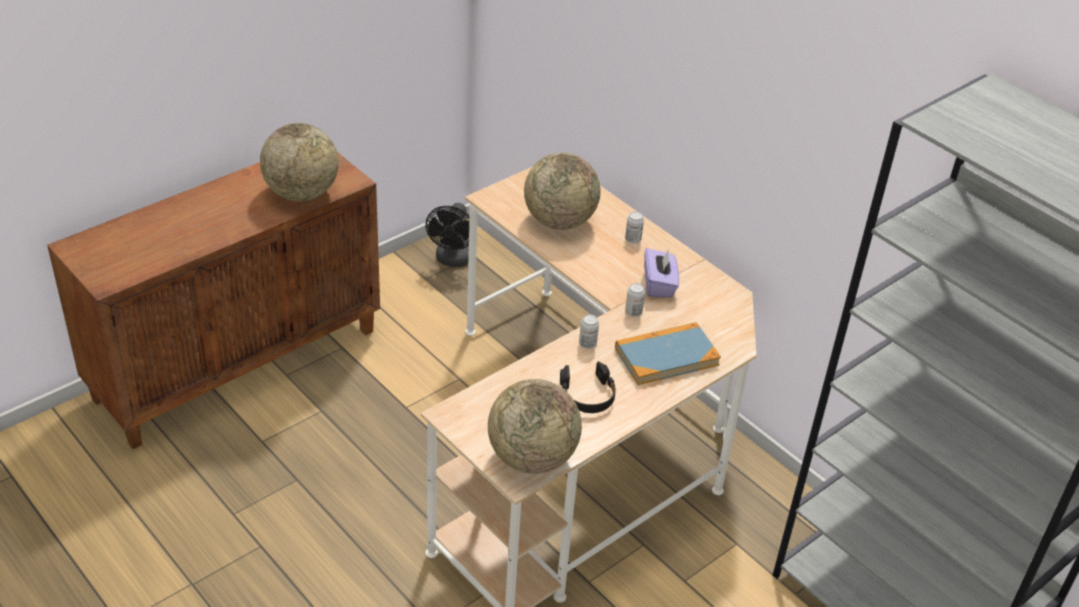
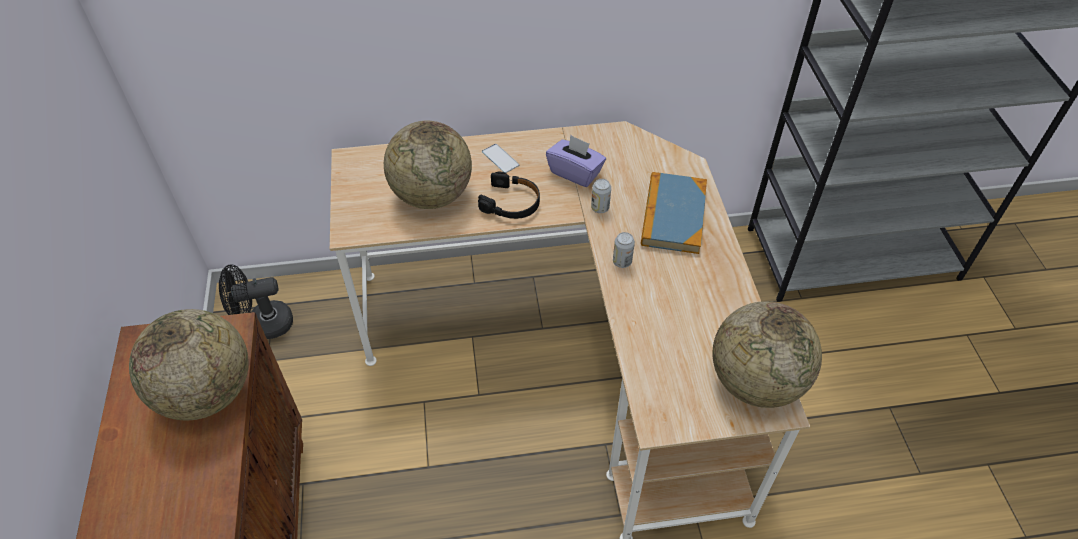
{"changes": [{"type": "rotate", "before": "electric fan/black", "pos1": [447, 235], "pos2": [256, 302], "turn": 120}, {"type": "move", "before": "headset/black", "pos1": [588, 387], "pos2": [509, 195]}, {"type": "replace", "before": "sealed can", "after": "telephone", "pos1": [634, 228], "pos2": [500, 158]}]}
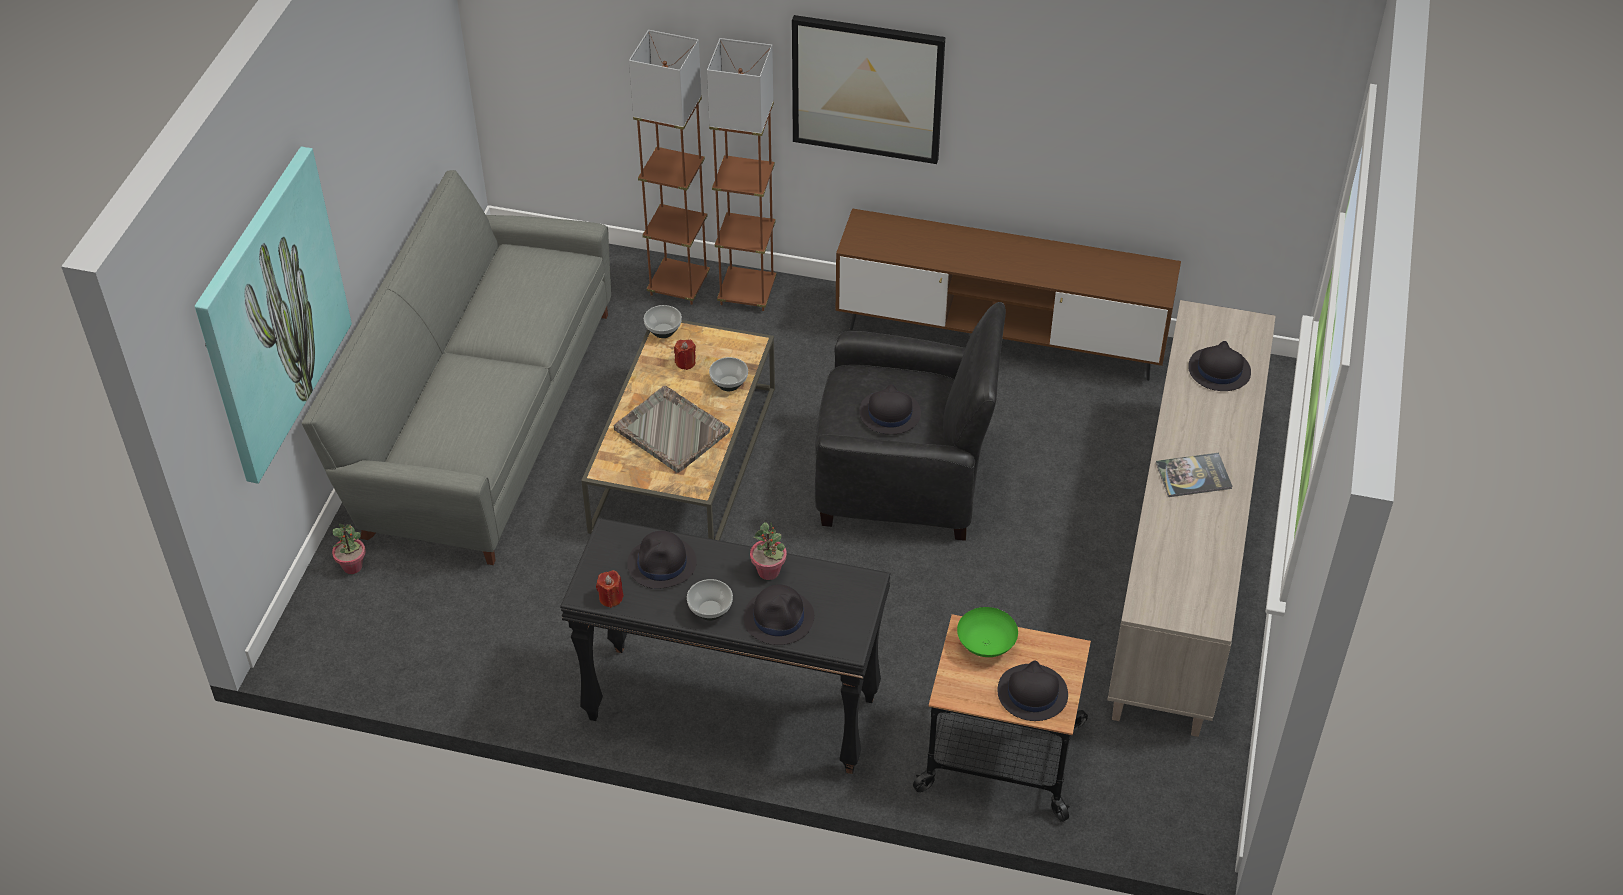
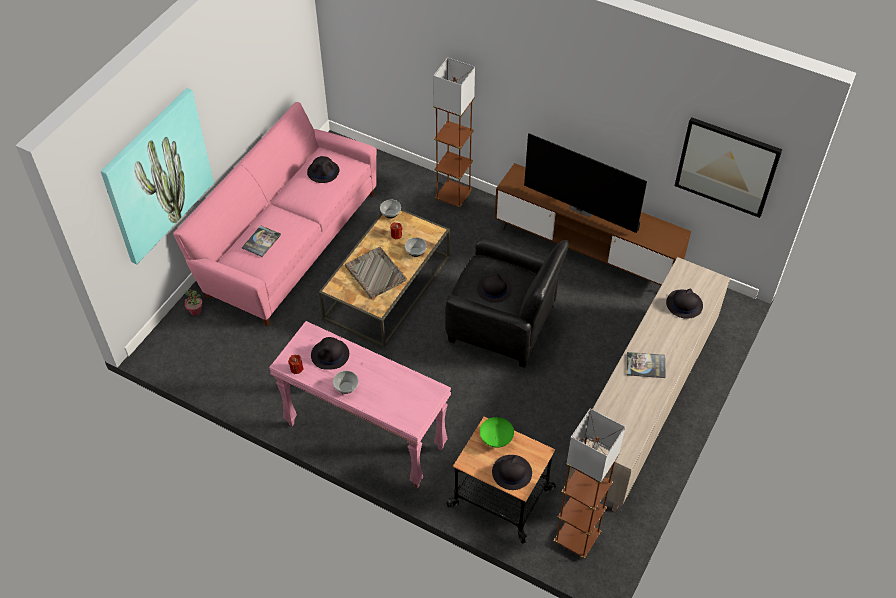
{"changes": [{"type": "recolor", "before": "sofa/grey", "after": "sofa/pinkish", "pos1": [456, 367], "pos2": [275, 214]}, {"type": "recolor", "before": "narrow table/black", "after": "narrow table/pinkish", "pos1": [725, 646], "pos2": [360, 404]}, {"type": "move", "before": "standing lamp/brown-coloured", "pos1": [669, 167], "pos2": [589, 483]}, {"type": "move", "before": "wearable hat/black", "pos1": [778, 615], "pos2": [323, 169]}, {"type": "delete", "before": "plant in a pot", "pos1": [768, 551]}, {"type": "move", "before": "picture", "pos1": [868, 89], "pos2": [728, 167]}, {"type": "insert", "after": "bound book", "pos2": [261, 241]}, {"type": "insert", "after": "TV", "pos2": [585, 183]}]}
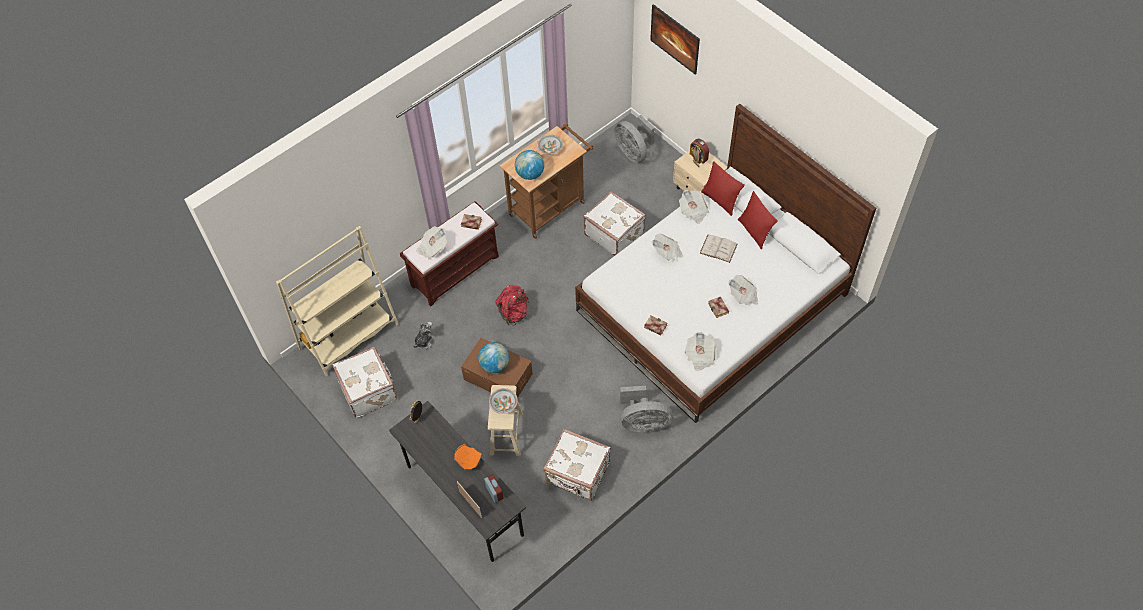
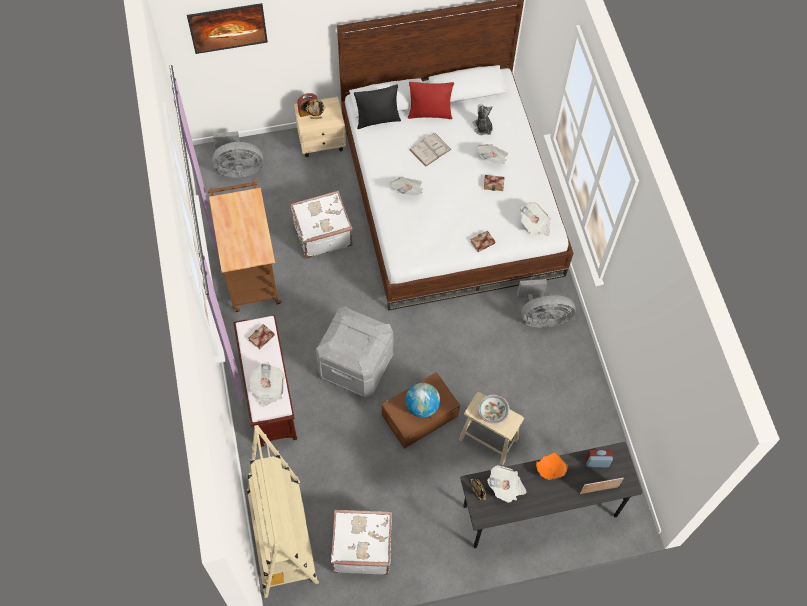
{"changes": [{"type": "move", "before": "soft toy", "pos1": [424, 335], "pos2": [482, 119]}, {"type": "replace", "before": "backpack/red-coloured", "after": "storage container/grey", "pos1": [512, 305], "pos2": [355, 352]}, {"type": "delete", "before": "globe", "pos1": [529, 165]}, {"type": "delete", "before": "serving bowl", "pos1": [550, 145]}, {"type": "delete", "before": "piece of luggage/white", "pos1": [577, 465]}, {"type": "rotate", "before": "electric fan/grey", "pos1": [646, 409], "pos2": [546, 303], "turn": 60}, {"type": "move", "before": "daily paper", "pos1": [694, 207], "pos2": [507, 484]}, {"type": "recolor", "before": "cushion/red-coloured", "after": "cushion/black", "pos1": [723, 188], "pos2": [377, 106]}]}
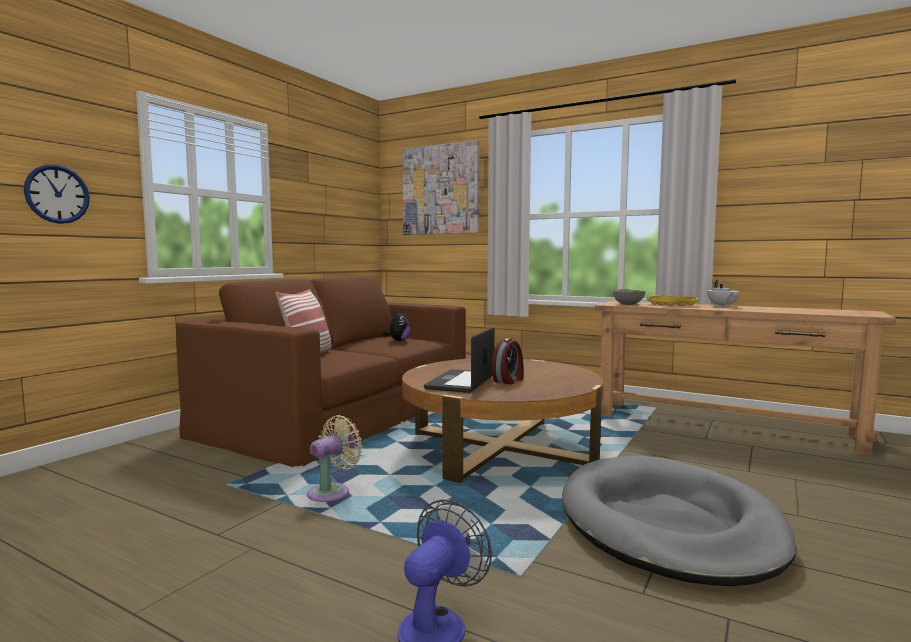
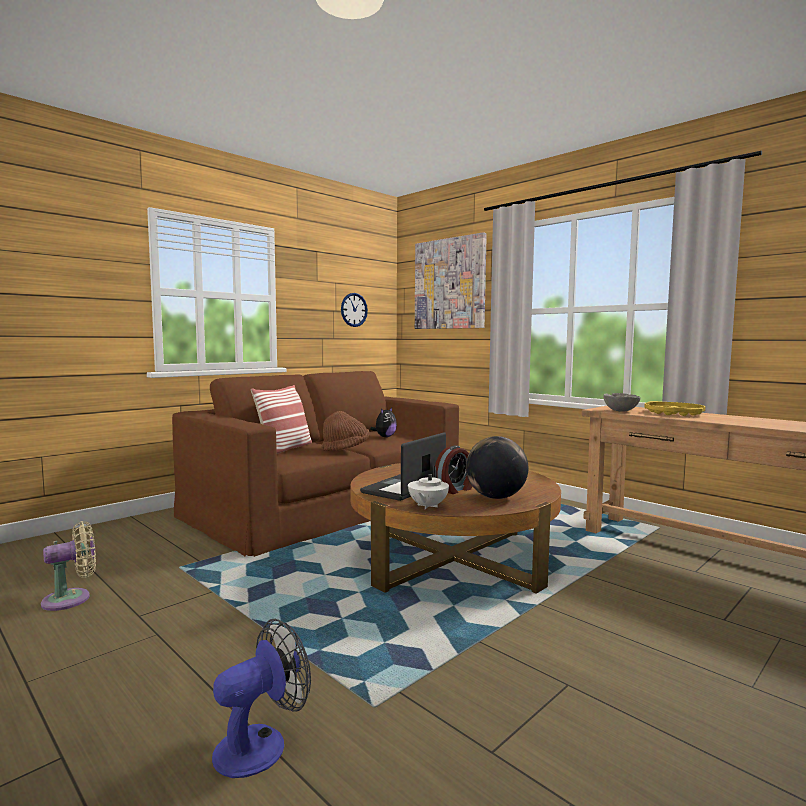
{"changes": [{"type": "move", "before": "hanging clock", "pos1": [57, 194], "pos2": [354, 310]}, {"type": "move", "before": "electric fan/beige-coloured", "pos1": [335, 458], "pos2": [68, 566]}, {"type": "delete", "before": "dog cushion/grey", "pos1": [679, 520]}, {"type": "move", "before": "teapot/white", "pos1": [723, 293], "pos2": [428, 488]}, {"type": "insert", "after": "wearable hat/brown-coloured", "pos2": [345, 431]}, {"type": "insert", "after": "globe", "pos2": [497, 467]}]}
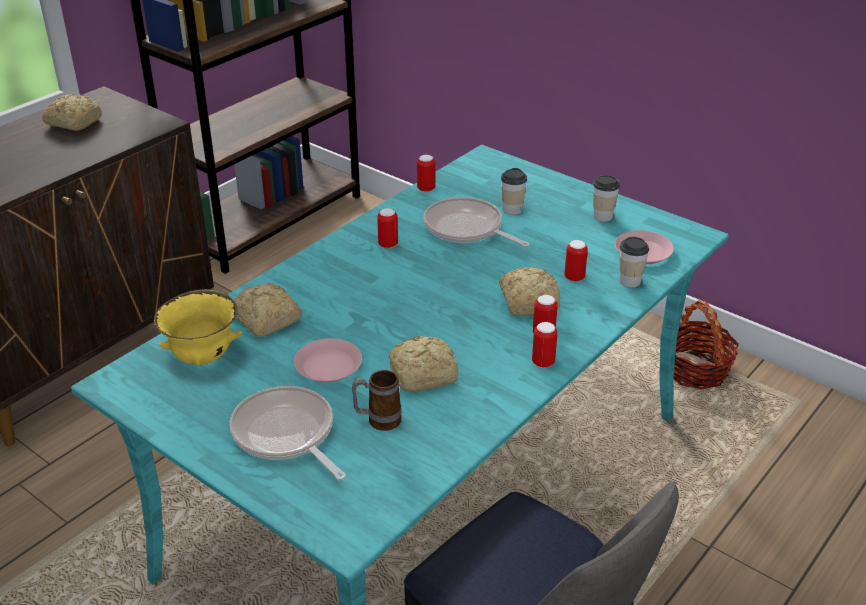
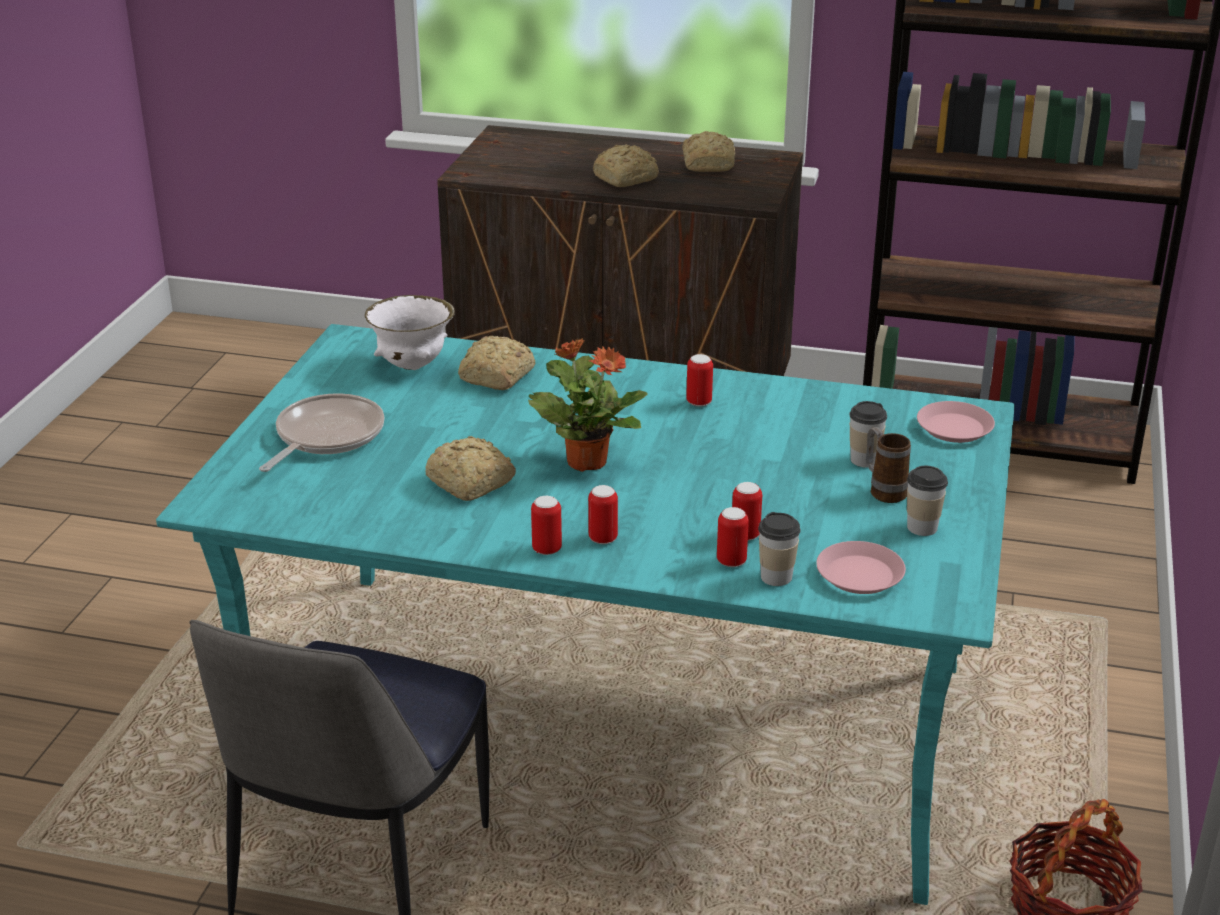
{"changes": [{"type": "recolor", "before": "serving bowl/yellowish", "after": "serving bowl/white", "pos1": [198, 327], "pos2": [410, 332]}, {"type": "move", "before": "dinner plate/pinkish", "pos1": [328, 360], "pos2": [956, 422]}, {"type": "move", "before": "mug", "pos1": [377, 400], "pos2": [888, 465]}, {"type": "move", "before": "sealed can", "pos1": [426, 173], "pos2": [733, 537]}, {"type": "delete", "before": "frying pan", "pos1": [477, 222]}, {"type": "move", "before": "bakery bread", "pos1": [529, 291], "pos2": [626, 166]}, {"type": "insert", "after": "plant in a pot", "pos2": [588, 405]}]}
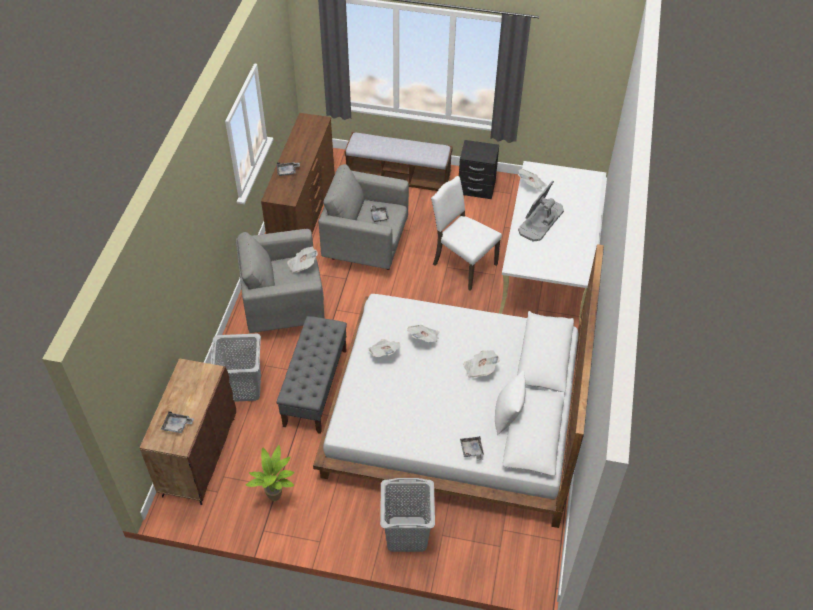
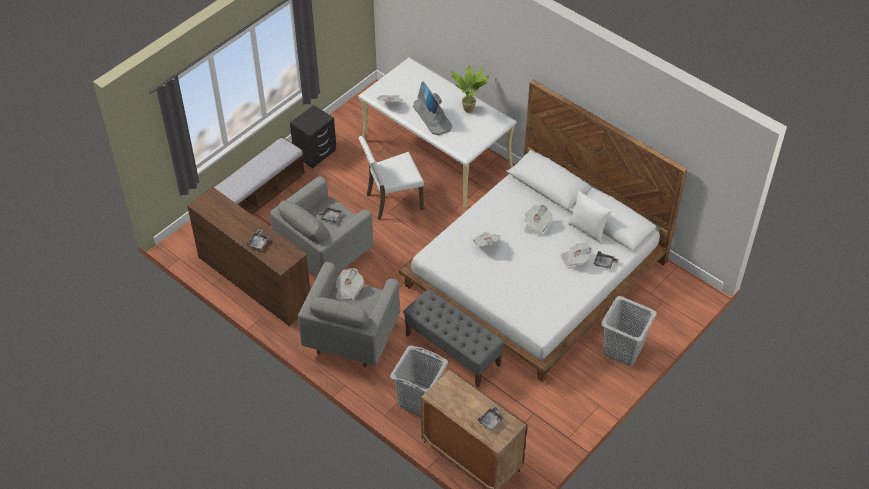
{"changes": [{"type": "move", "before": "plant in a pot", "pos1": [270, 473], "pos2": [470, 88]}, {"type": "move", "before": "daily paper", "pos1": [384, 348], "pos2": [576, 255]}]}
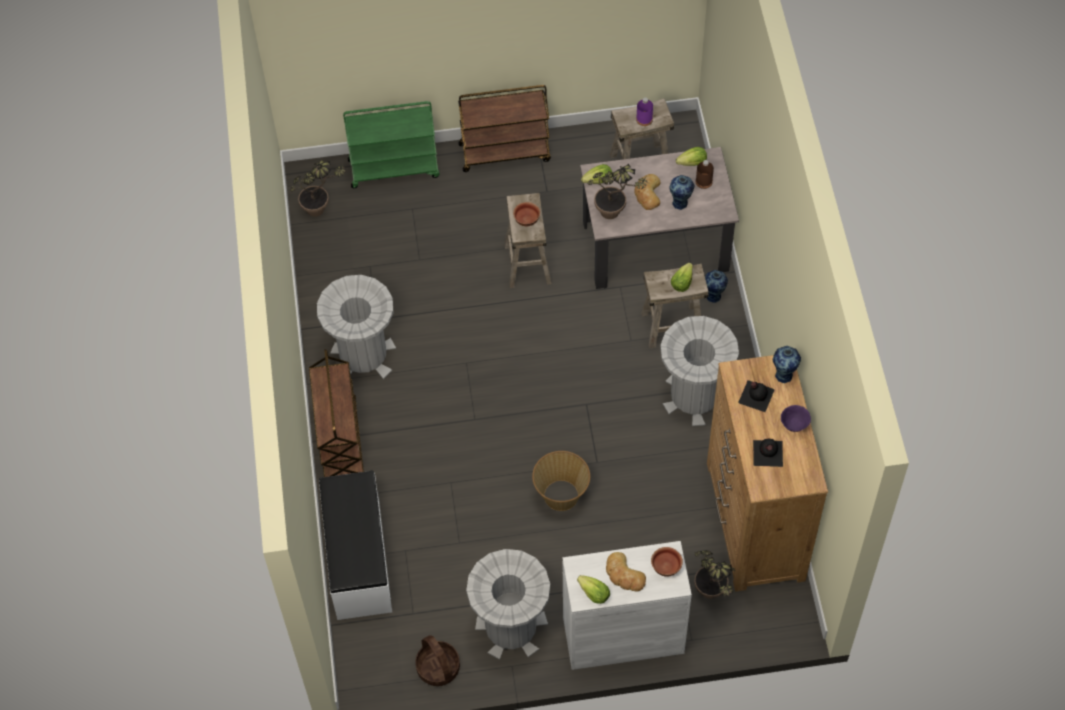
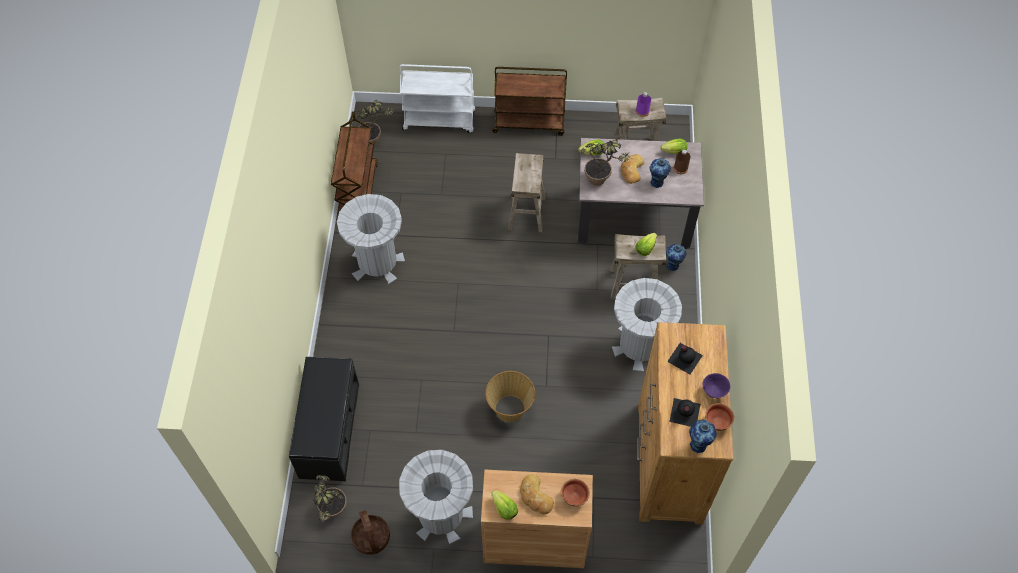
{"changes": [{"type": "move", "before": "cart/brown-coloured", "pos1": [336, 413], "pos2": [354, 163]}, {"type": "recolor", "before": "long seat/white", "after": "long seat/black", "pos1": [355, 545], "pos2": [324, 419]}, {"type": "recolor", "before": "cart/green-coloured", "after": "cart/white", "pos1": [391, 144], "pos2": [437, 98]}, {"type": "move", "before": "serving bowl", "pos1": [526, 214], "pos2": [719, 417]}, {"type": "recolor", "before": "storage cabinet/white", "after": "storage cabinet/brown-coloured", "pos1": [627, 605], "pos2": [537, 519]}, {"type": "move", "before": "plant in a pot", "pos1": [714, 574], "pos2": [330, 499]}, {"type": "move", "before": "vase", "pos1": [787, 364], "pos2": [703, 436]}]}
